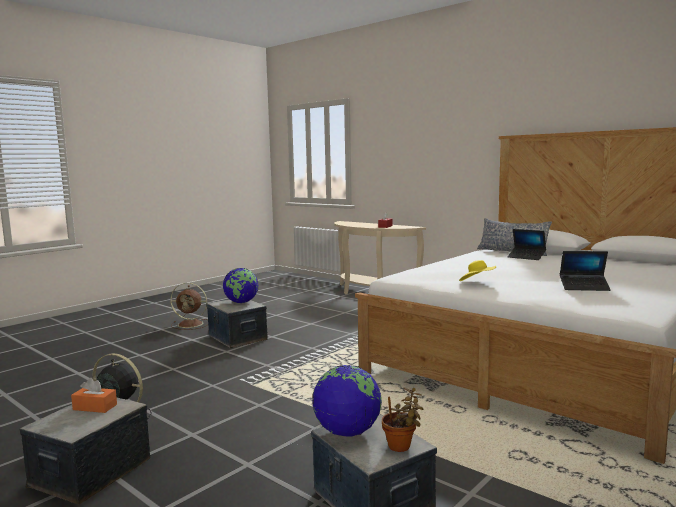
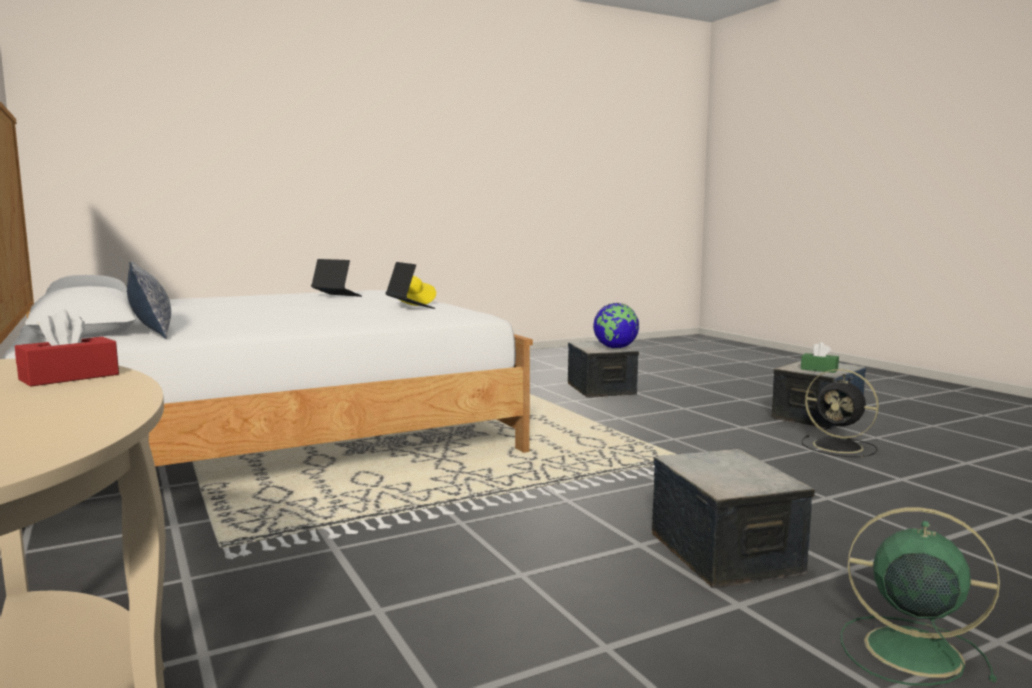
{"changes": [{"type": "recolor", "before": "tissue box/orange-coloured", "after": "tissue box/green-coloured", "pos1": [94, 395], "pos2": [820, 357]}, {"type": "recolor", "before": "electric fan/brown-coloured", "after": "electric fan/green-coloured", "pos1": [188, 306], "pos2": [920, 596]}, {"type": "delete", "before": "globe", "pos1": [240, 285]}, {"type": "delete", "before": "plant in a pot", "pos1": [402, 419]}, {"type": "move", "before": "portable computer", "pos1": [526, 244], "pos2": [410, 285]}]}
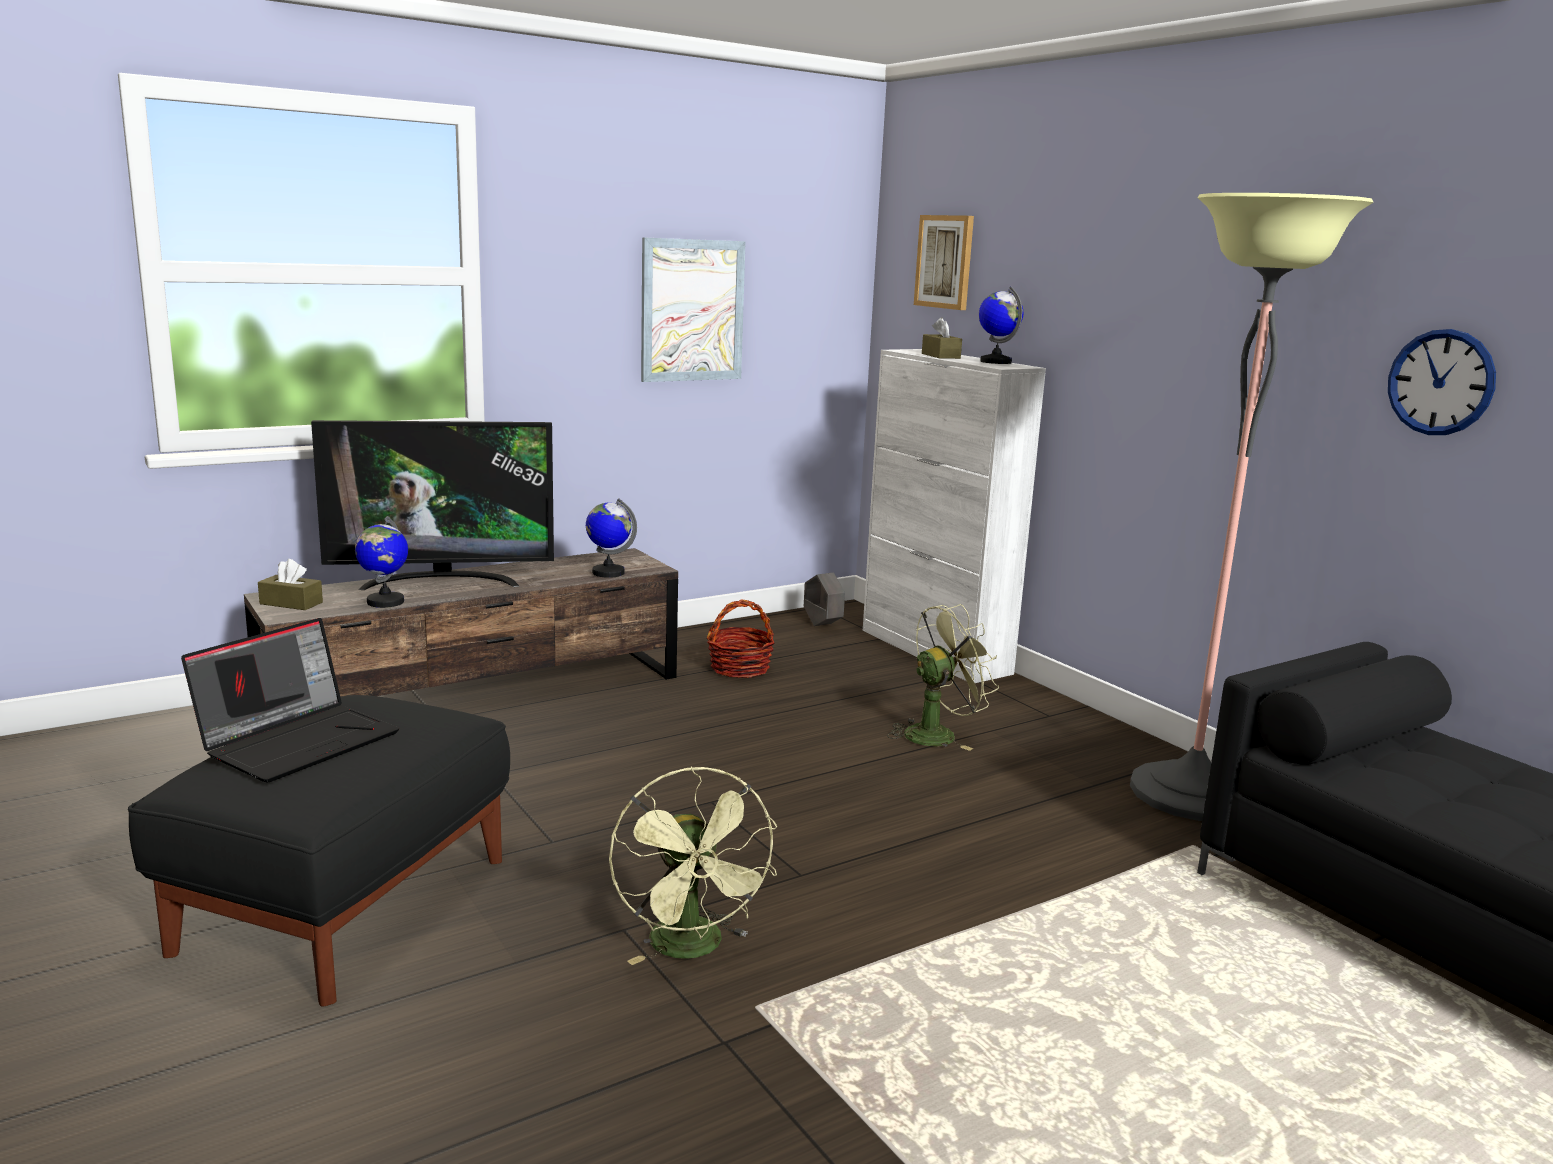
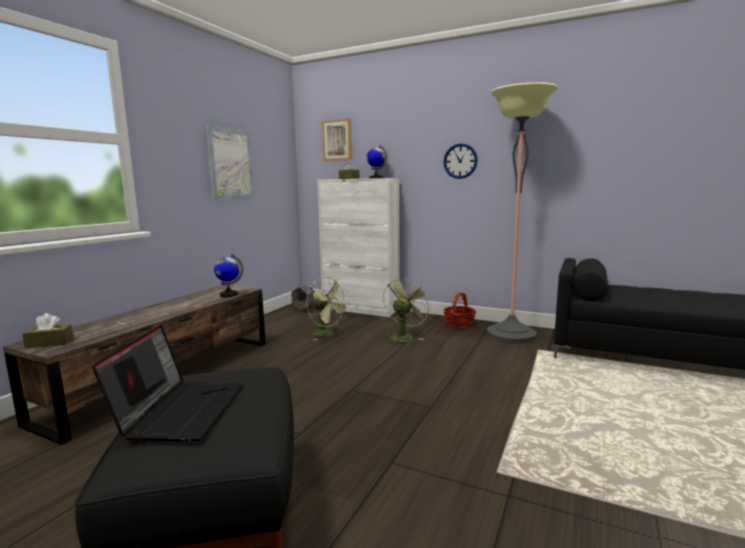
{"changes": [{"type": "delete", "before": "TV", "pos1": [432, 505]}, {"type": "delete", "before": "globe", "pos1": [381, 562]}, {"type": "move", "before": "electric fan/green-coloured", "pos1": [693, 865], "pos2": [328, 308]}, {"type": "move", "before": "household basket", "pos1": [741, 638], "pos2": [459, 310]}, {"type": "move", "before": "hanging clock", "pos1": [1442, 382], "pos2": [460, 161]}]}
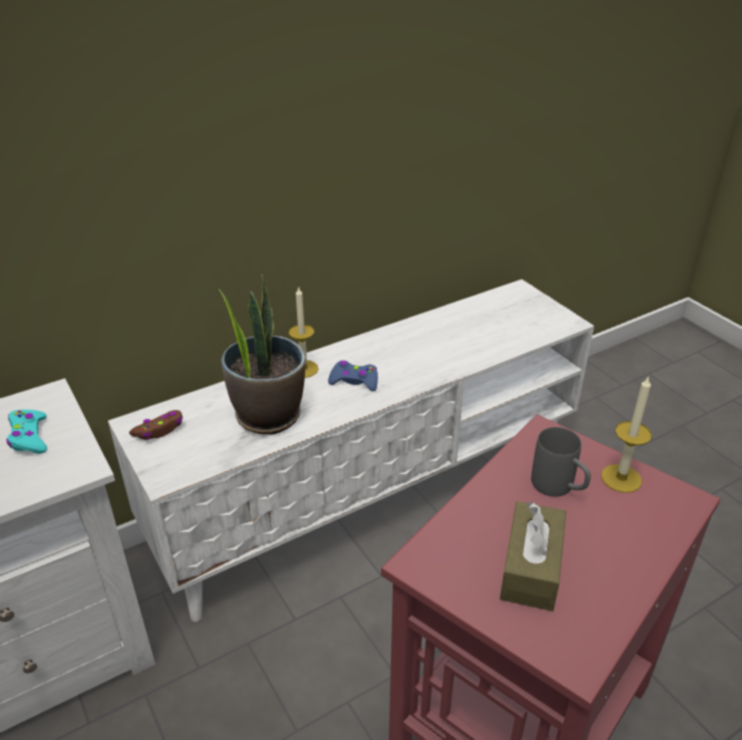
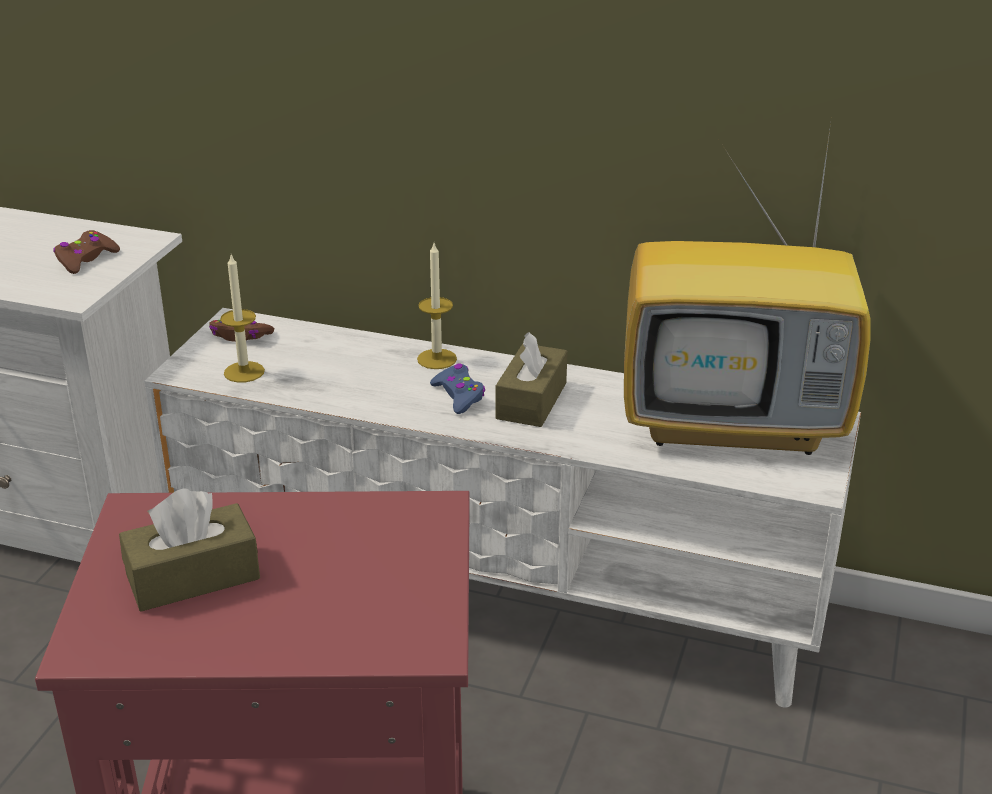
{"changes": [{"type": "recolor", "before": "game controller/turquoise", "after": "game controller/brown-coloured", "pos1": [26, 432], "pos2": [86, 252]}, {"type": "delete", "before": "plant in a pot", "pos1": [260, 354]}, {"type": "delete", "before": "mug/grey", "pos1": [561, 462]}, {"type": "move", "before": "wax candle", "pos1": [626, 434], "pos2": [242, 319]}, {"type": "insert", "after": "tissue box/brown-coloured", "pos2": [531, 379]}, {"type": "insert", "after": "TV", "pos2": [747, 289]}]}
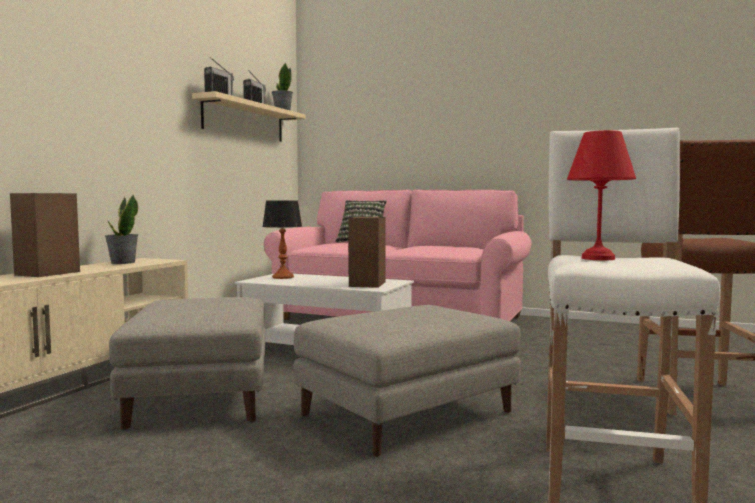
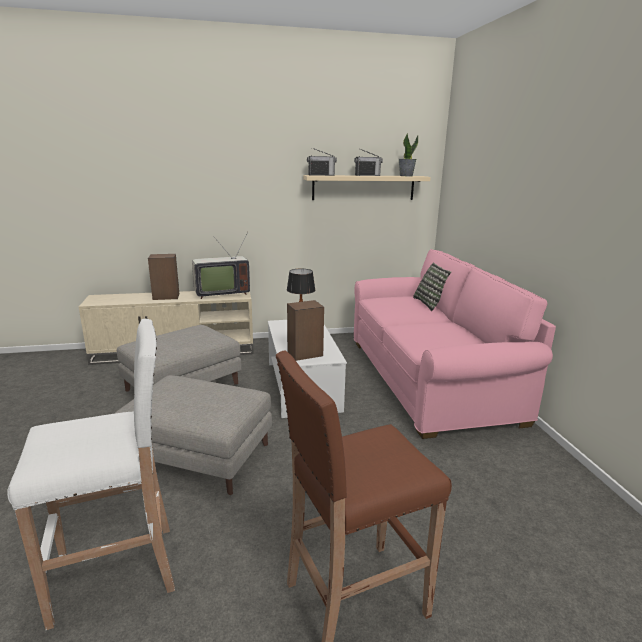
{"changes": [{"type": "replace", "before": "plant in a pot", "after": "TV", "pos1": [121, 229], "pos2": [221, 265]}, {"type": "delete", "before": "tabletop lamp/red-coloured", "pos1": [601, 195]}]}
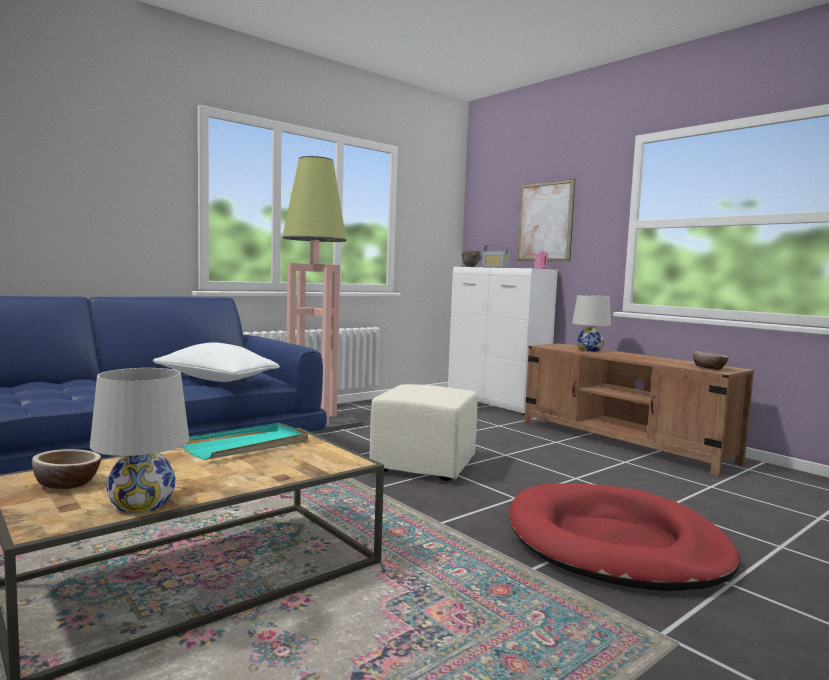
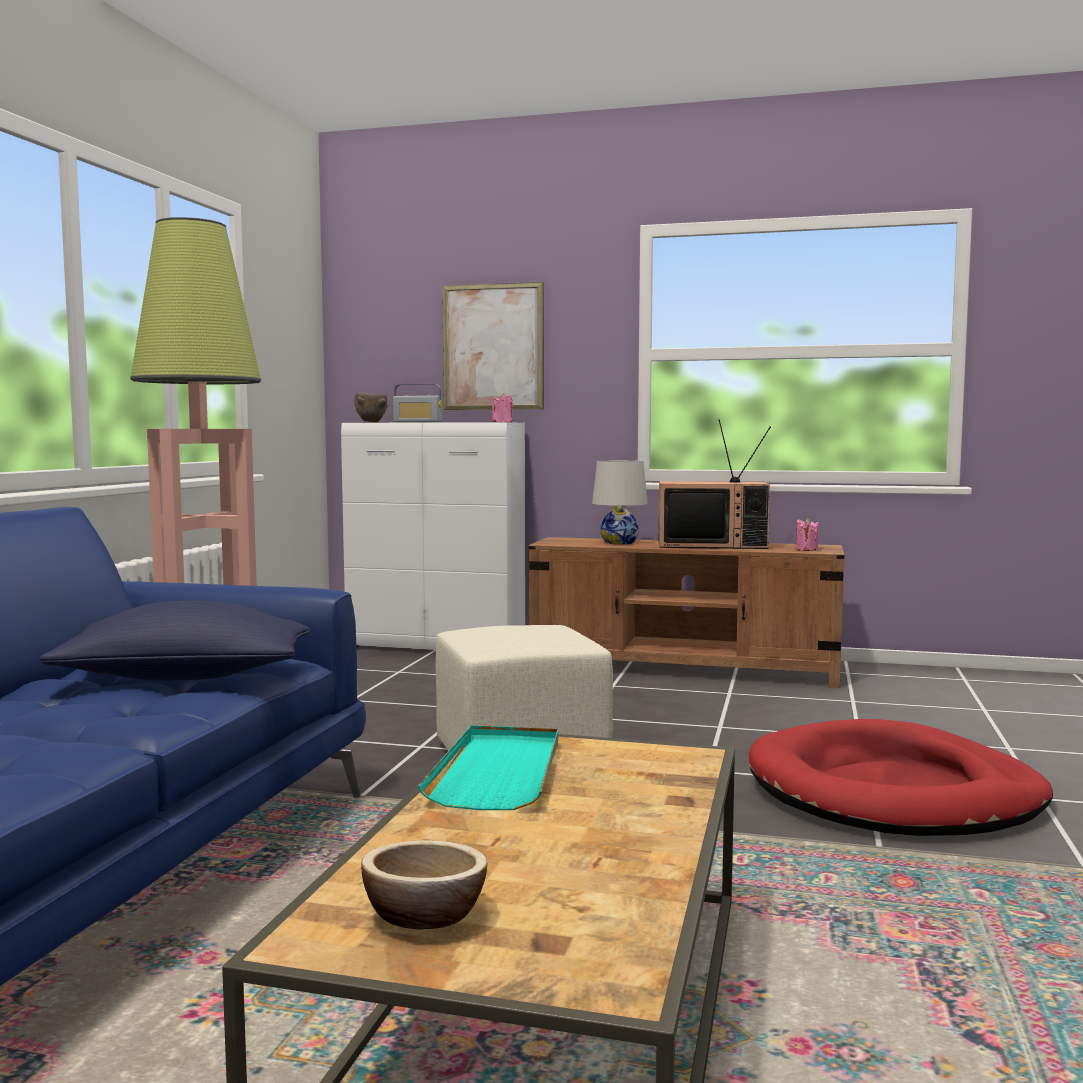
{"changes": [{"type": "delete", "before": "tabletop lamp/white", "pos1": [139, 440]}, {"type": "recolor", "before": "cushion/white", "after": "cushion/blue", "pos1": [216, 362], "pos2": [174, 641]}, {"type": "replace", "before": "serving bowl", "after": "wax candle/pinkish", "pos1": [711, 360], "pos2": [806, 534]}, {"type": "insert", "after": "TV", "pos2": [715, 484]}]}
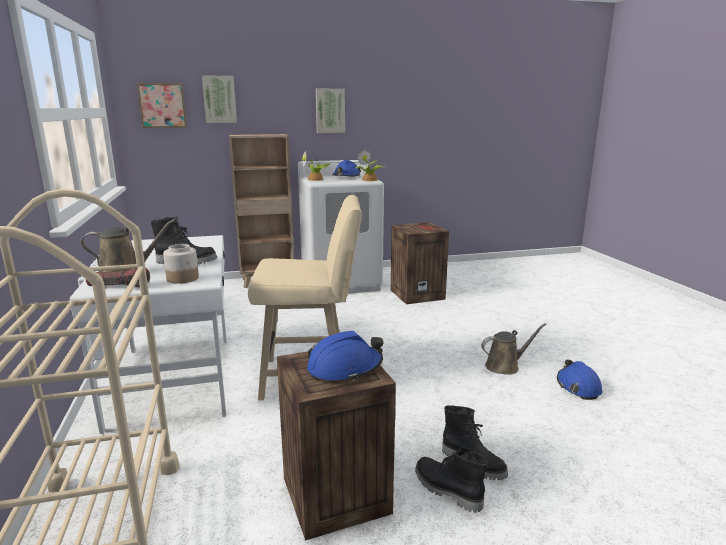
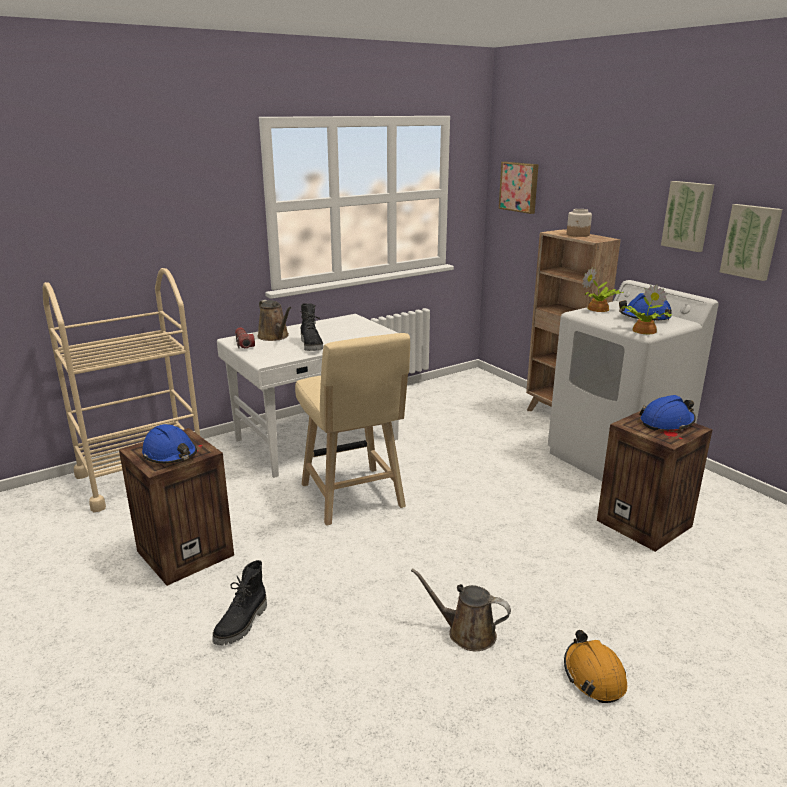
{"changes": [{"type": "move", "before": "preserve jar", "pos1": [181, 264], "pos2": [579, 223]}, {"type": "move", "before": "picture", "pos1": [219, 99], "pos2": [751, 242]}, {"type": "delete", "before": "boot/black", "pos1": [451, 480]}, {"type": "rotate", "before": "sprinkling can/brown-coloured", "pos1": [514, 349], "pos2": [461, 609], "turn": 150}, {"type": "move", "before": "hard hat/blue", "pos1": [579, 380], "pos2": [667, 413]}, {"type": "insert", "after": "hard hat/orange-coloured", "pos2": [595, 666]}]}
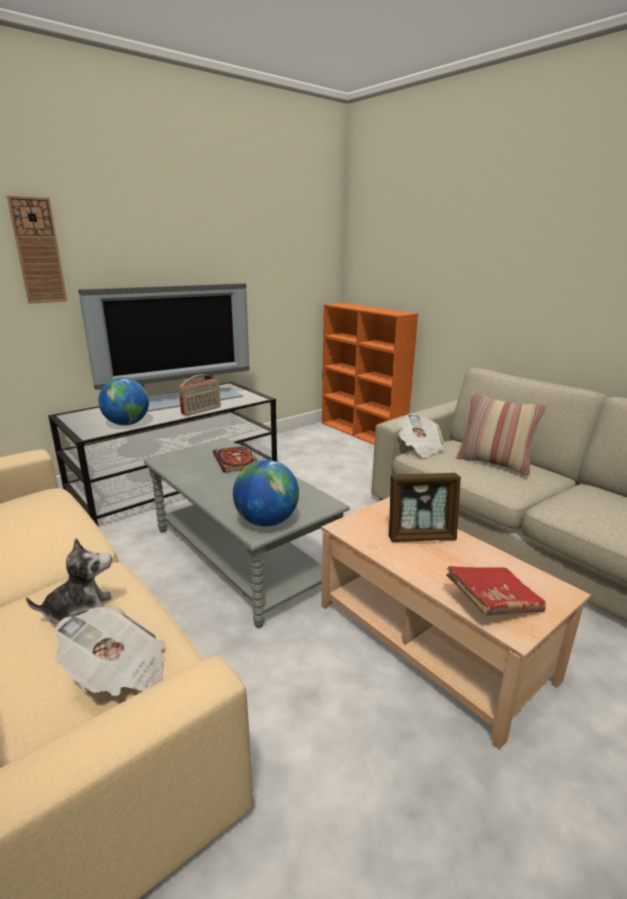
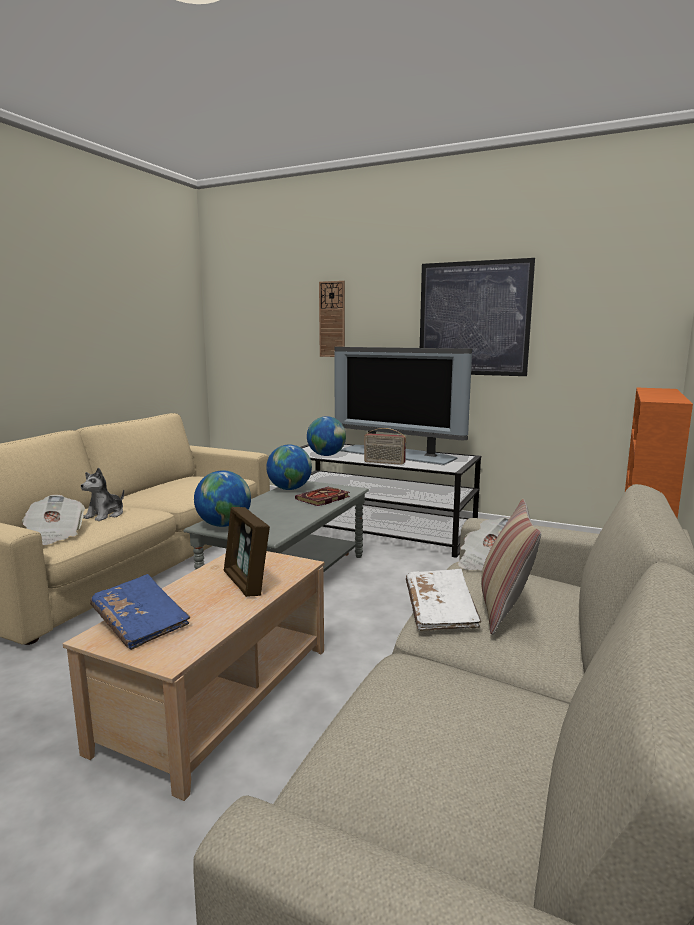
{"changes": [{"type": "rotate", "before": "soft toy", "pos1": [69, 582], "pos2": [102, 494], "turn": 75}, {"type": "recolor", "before": "bound book/red-coloured", "after": "bound book/blue", "pos1": [496, 591], "pos2": [140, 612]}, {"type": "insert", "after": "globe", "pos2": [289, 467]}, {"type": "insert", "after": "bound book/white", "pos2": [444, 600]}, {"type": "insert", "after": "picture", "pos2": [477, 317]}]}
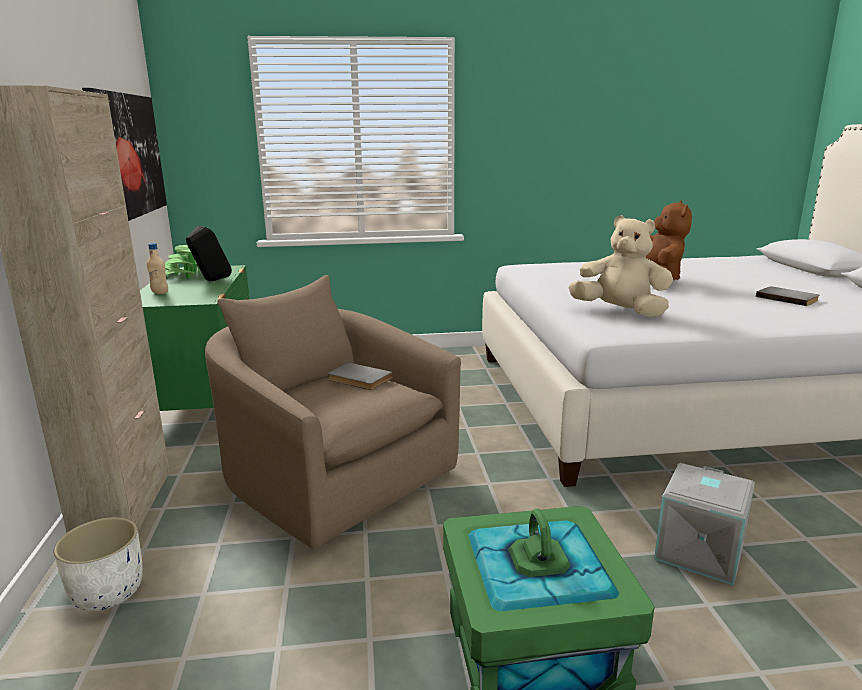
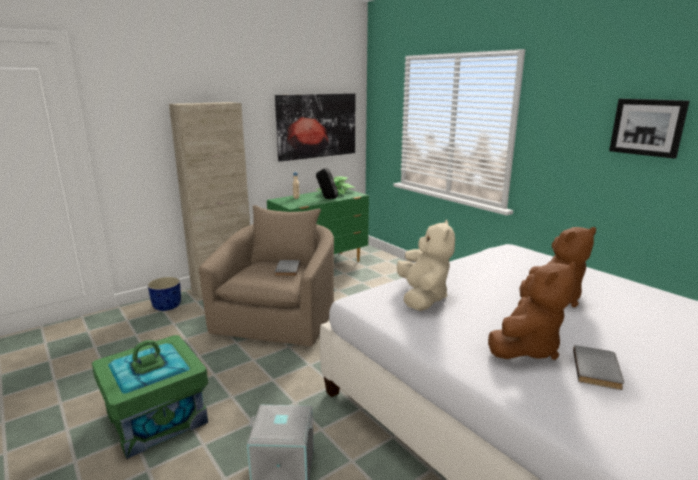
{"changes": [{"type": "recolor", "before": "plant pot/white", "after": "plant pot/blue", "pos1": [98, 564], "pos2": [164, 294]}, {"type": "insert", "after": "soft toy/brown-coloured", "pos2": [532, 311]}, {"type": "insert", "after": "picture", "pos2": [649, 129]}]}
